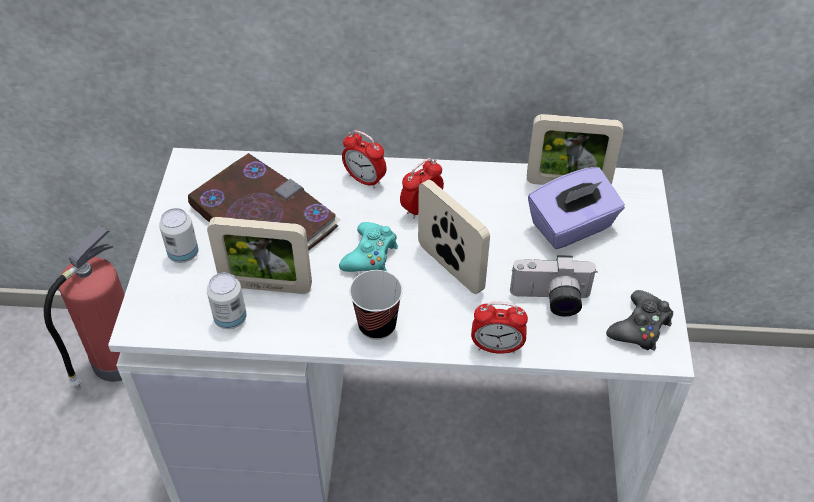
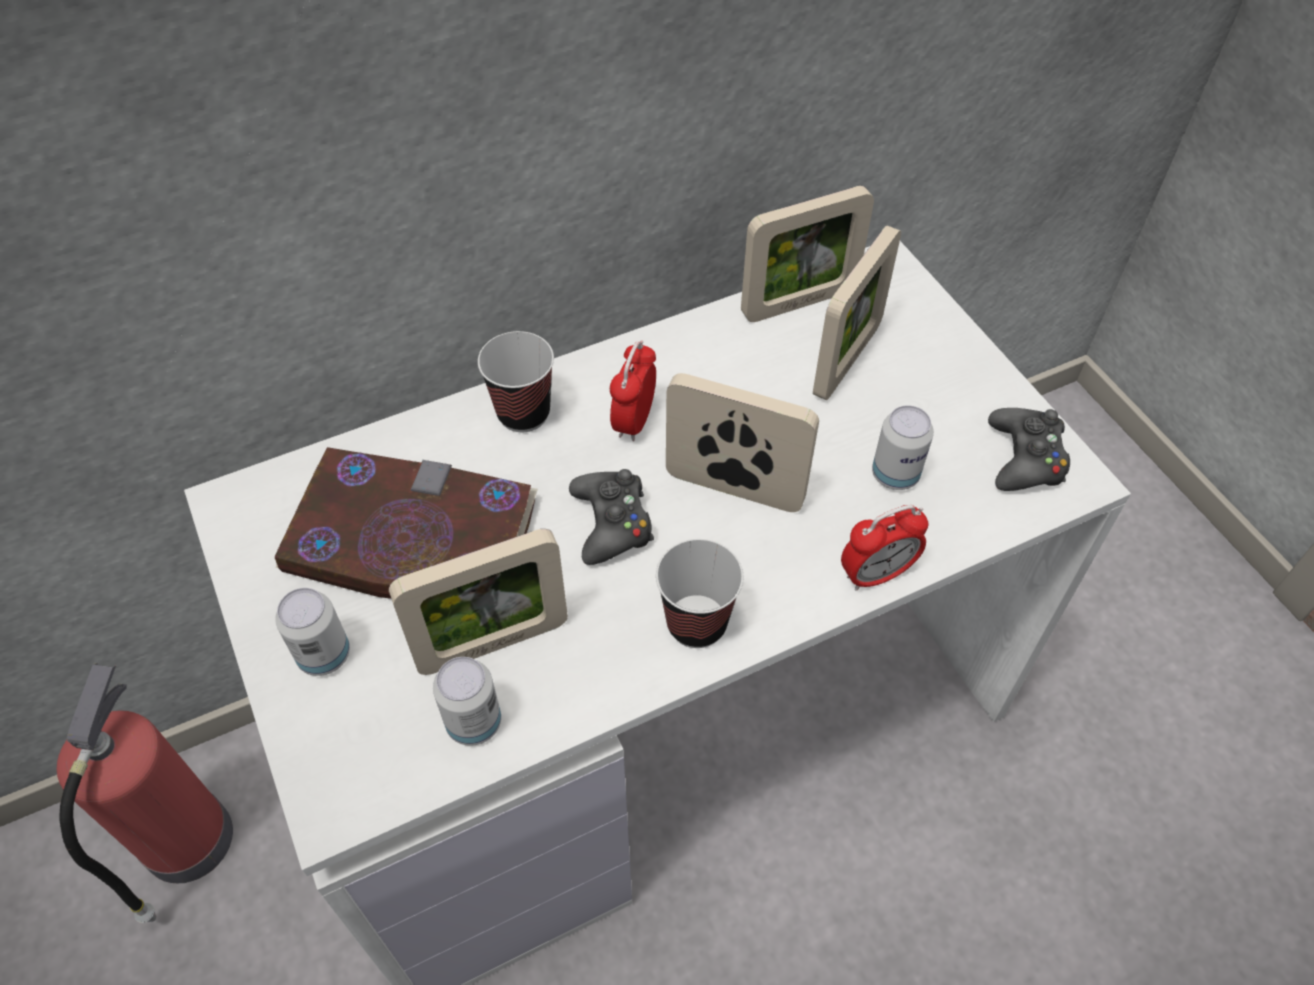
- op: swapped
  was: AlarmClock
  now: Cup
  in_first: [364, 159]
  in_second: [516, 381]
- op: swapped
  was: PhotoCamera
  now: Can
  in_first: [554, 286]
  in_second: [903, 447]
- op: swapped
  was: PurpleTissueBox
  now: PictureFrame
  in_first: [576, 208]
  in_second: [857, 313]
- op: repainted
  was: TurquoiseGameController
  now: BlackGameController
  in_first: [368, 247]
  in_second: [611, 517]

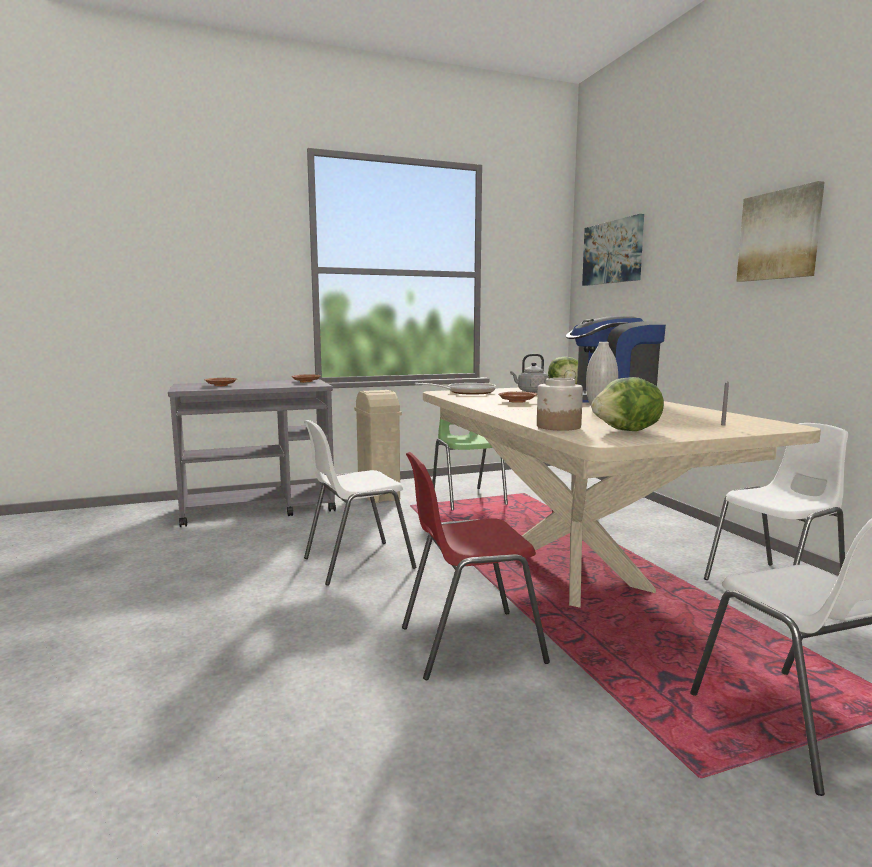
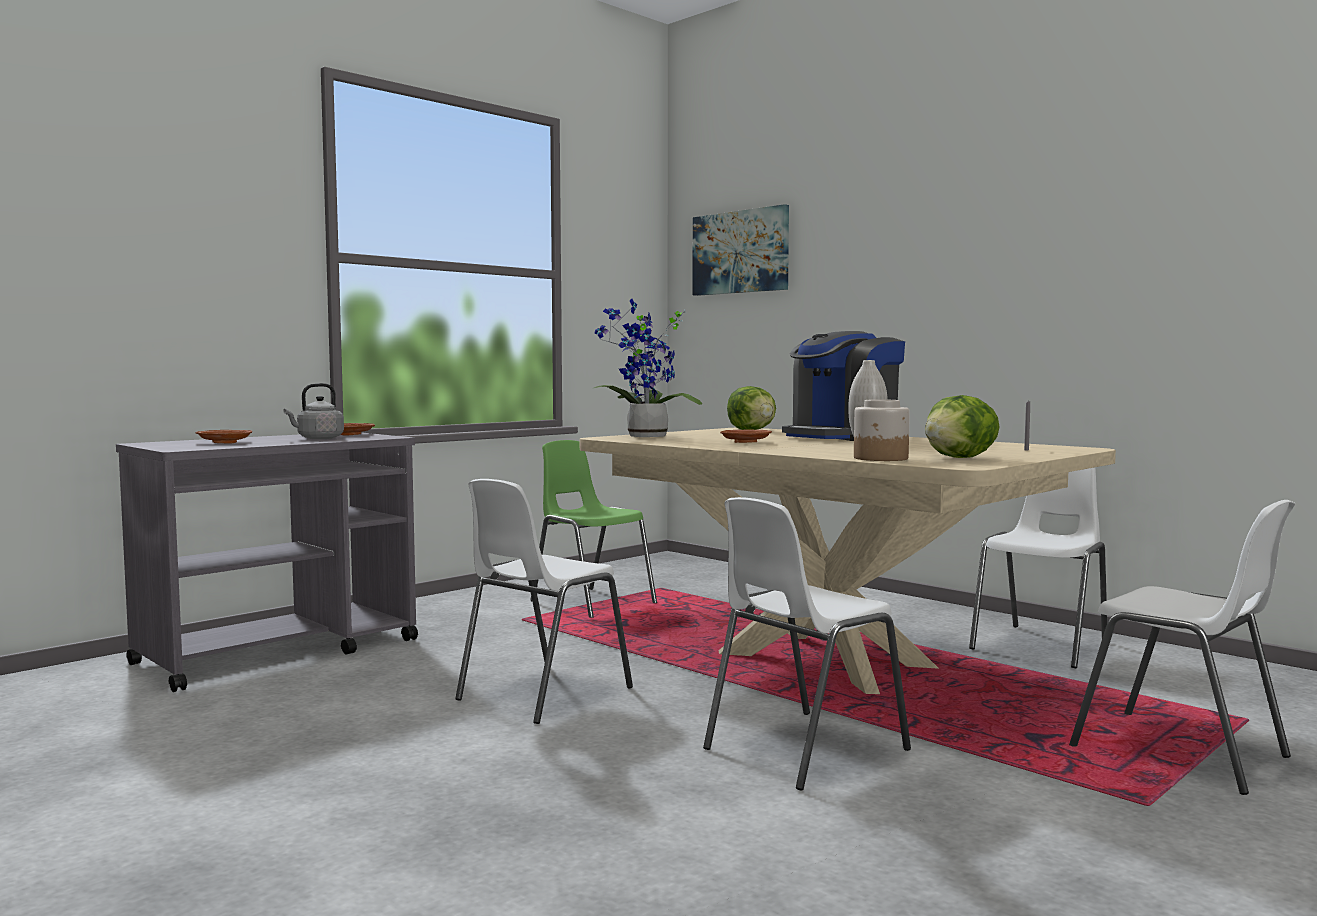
- op: gone
  was: BeigeTrashCan
  in_first: [378, 446]
- op: gone
  was: Picture
  in_first: [780, 231]
- op: shifted
  was: GreyKettle
  in_first: [529, 373]
  in_second: [313, 411]
- op: swapped
  was: FryingPan
  now: PottedPlant
  in_first: [455, 389]
  in_second: [647, 368]
- op: repainted
  was: RedChair
  now: WhiteChair
  in_first: [476, 566]
  in_second: [807, 643]

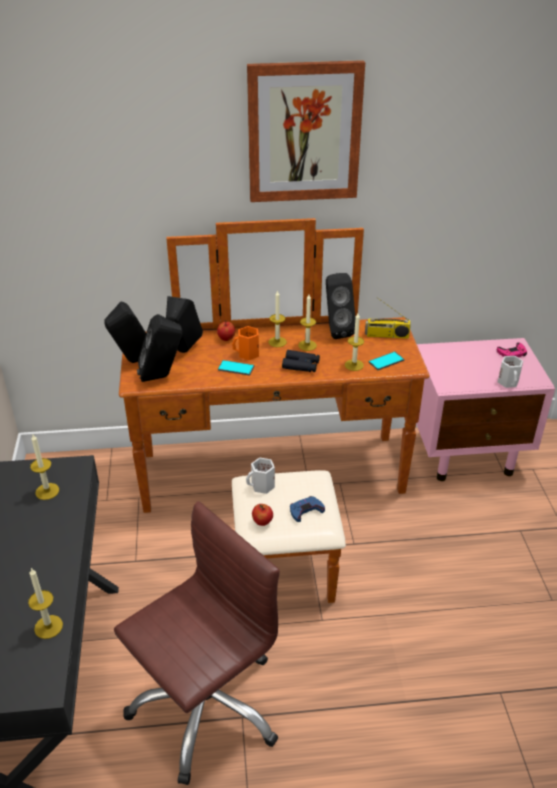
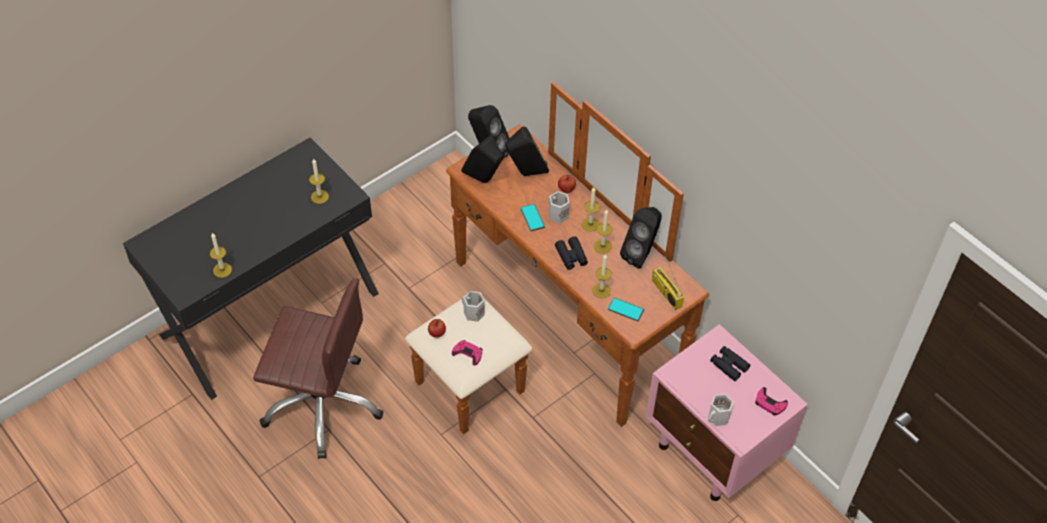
- op: gone
  was: Picture
  in_first: [306, 131]
- op: new
  now: BlackBinoculars
  in_second: [730, 363]
- op: repainted
  was: OrangeMug
  now: WhiteMug
  in_first: [245, 343]
  in_second: [559, 207]
- op: repainted
  was: BlueGameController
  now: PinkGameController
  in_first: [307, 509]
  in_second: [467, 352]

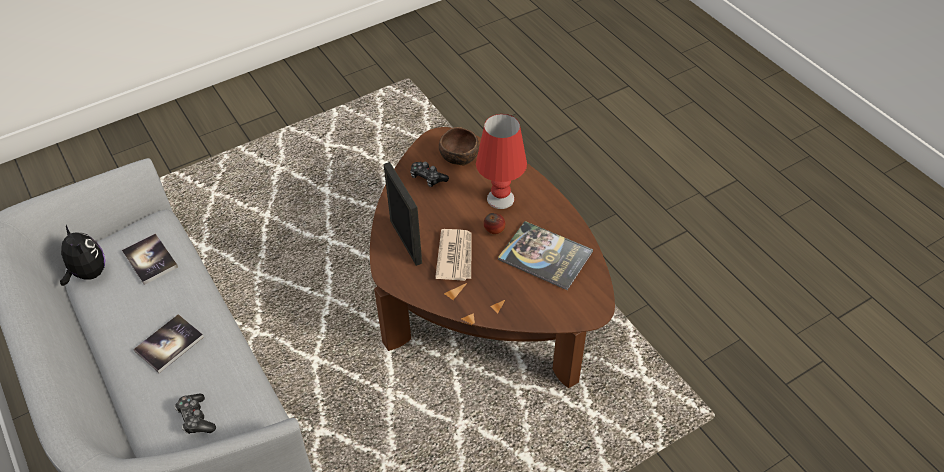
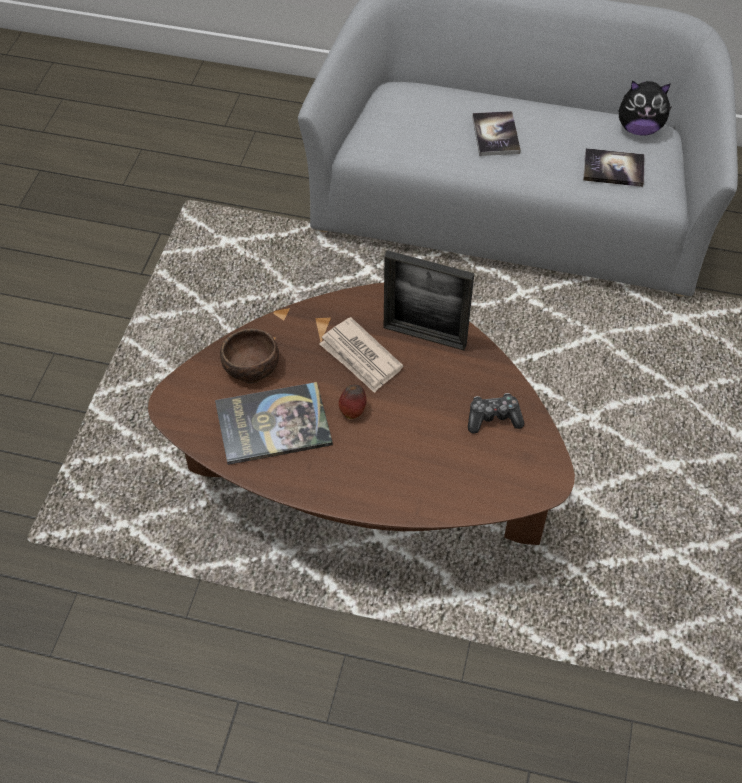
- op: gone
  was: GameController
  in_first: [195, 414]
- op: gone
  was: RedTableLamp
  in_first: [501, 161]
- op: shifted
  was: BrownBowl
  in_first: [459, 146]
  in_second: [249, 356]

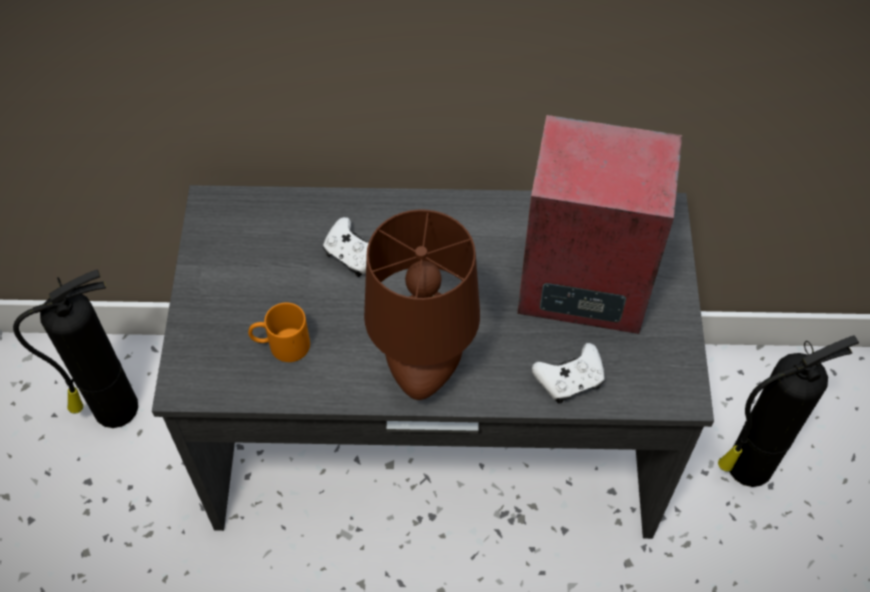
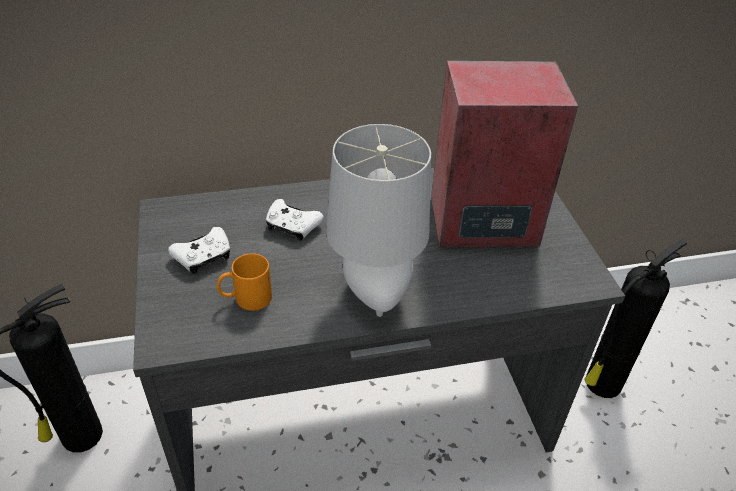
- op: shifted
  was: WhiteGameController
  in_first: [568, 373]
  in_second: [199, 250]
- op: repainted
  was: BrownTableLamp
  now: GreyTableLamp
  in_first: [422, 305]
  in_second: [378, 220]

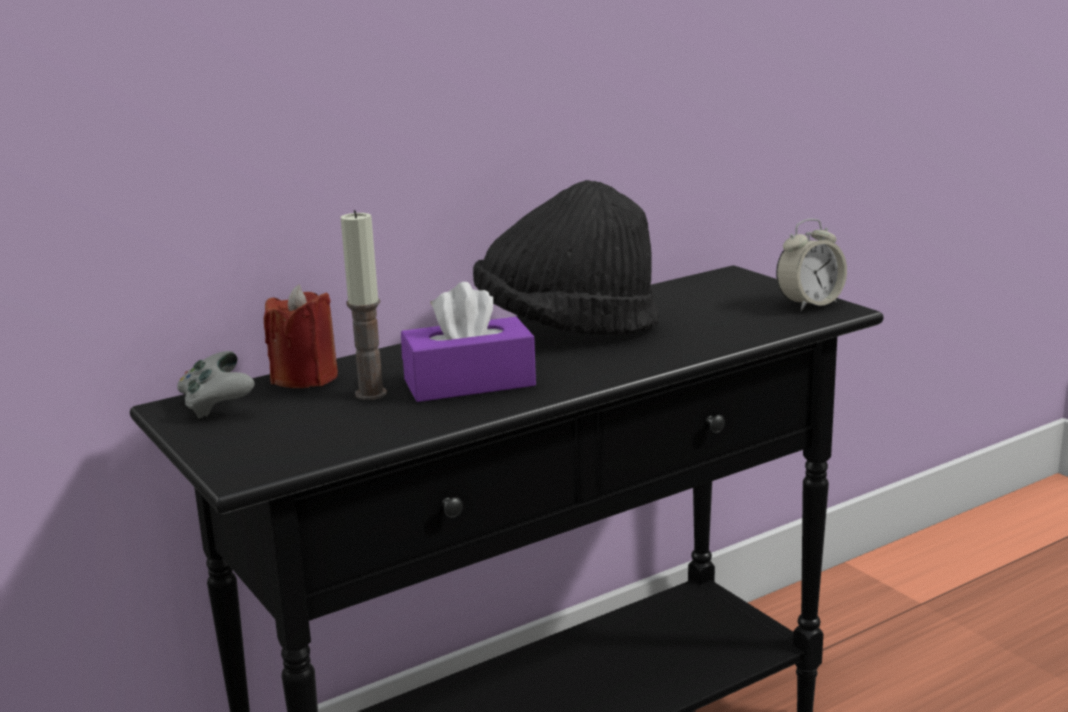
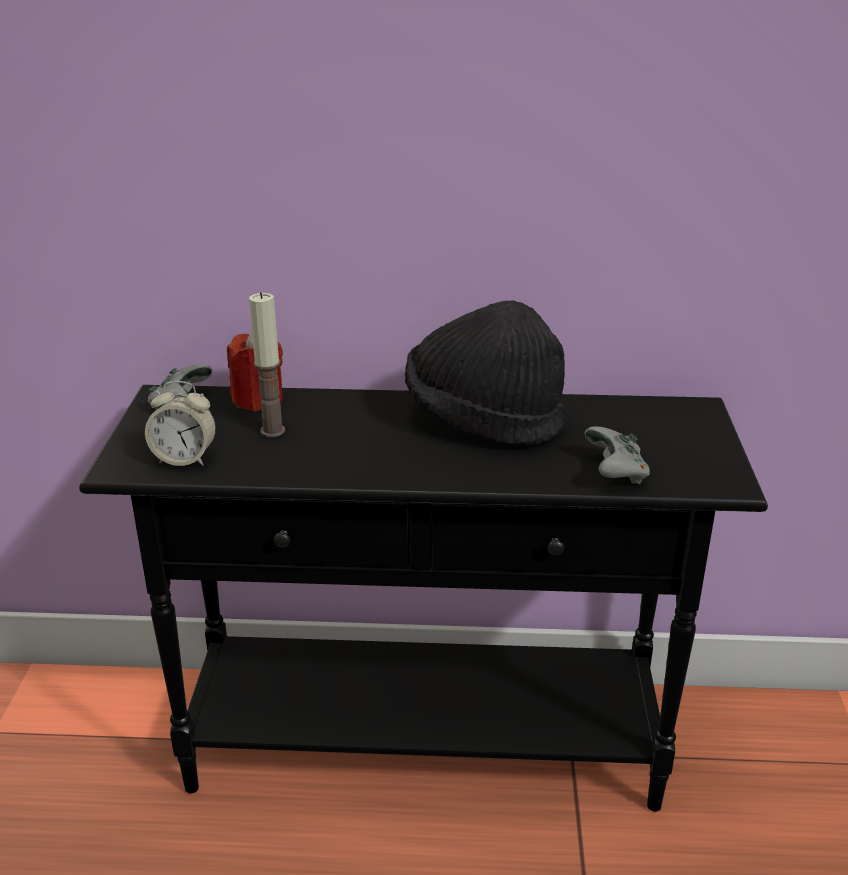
- op: gone
  was: PurpleTissueBox
  in_first: [468, 342]
- op: new
  now: GreyGameController
  in_second: [617, 455]
- op: shifted
  was: AlarmClock
  in_first: [811, 265]
  in_second: [180, 423]

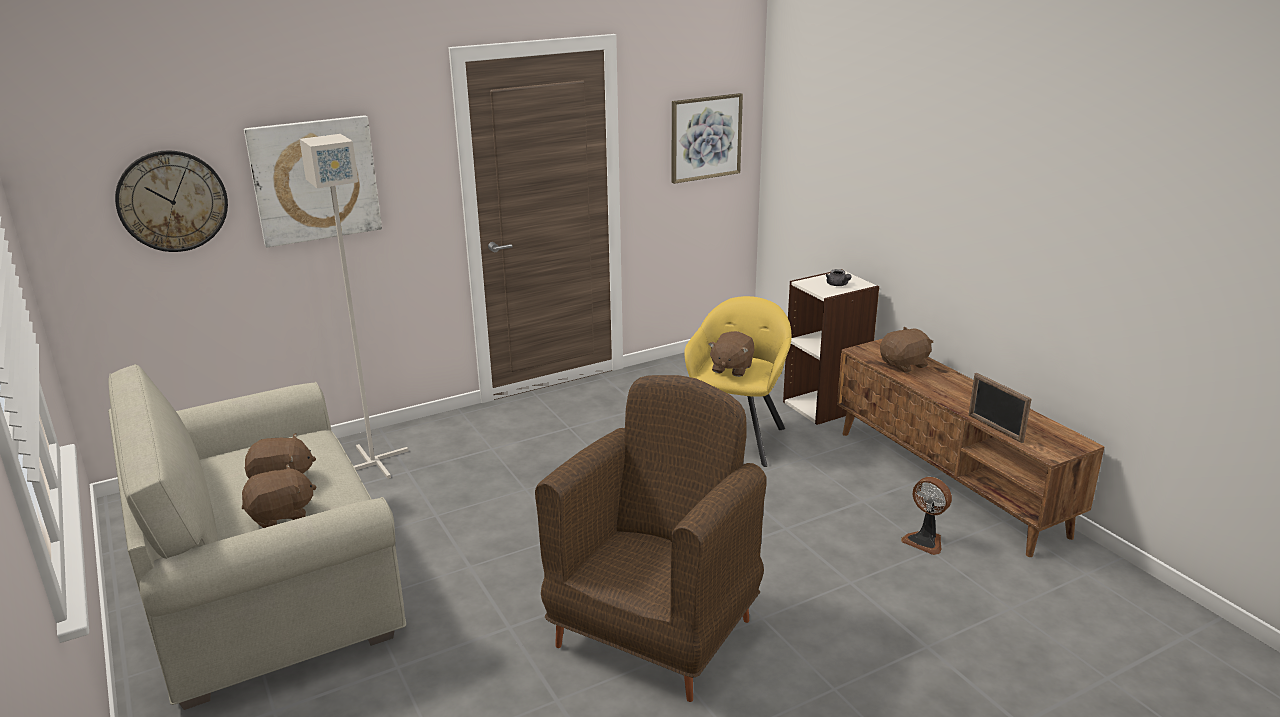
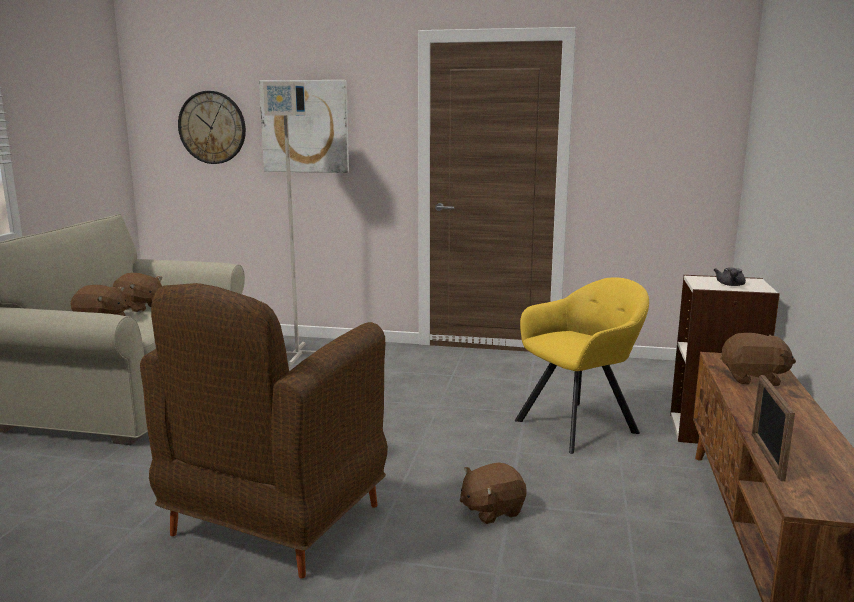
- op: gone
  was: Picture
  in_first: [707, 138]
- op: gone
  was: Fan
  in_first: [926, 516]
- op: shifted
  was: BrownPlushToy
  in_first: [732, 354]
  in_second: [493, 493]
- op: rotated
  was: BrownArmchair
  in_first: [651, 538]
  in_second: [264, 431]
  clockwise: 135

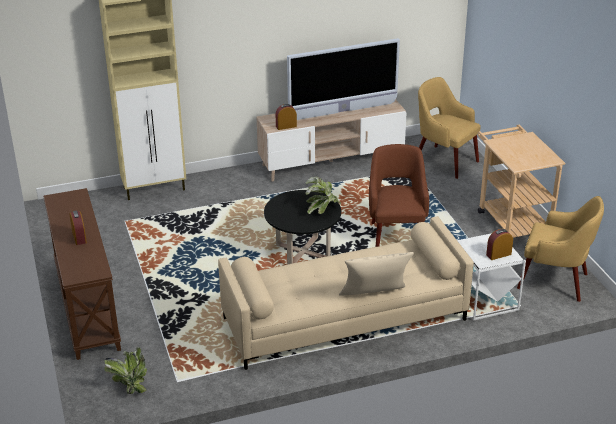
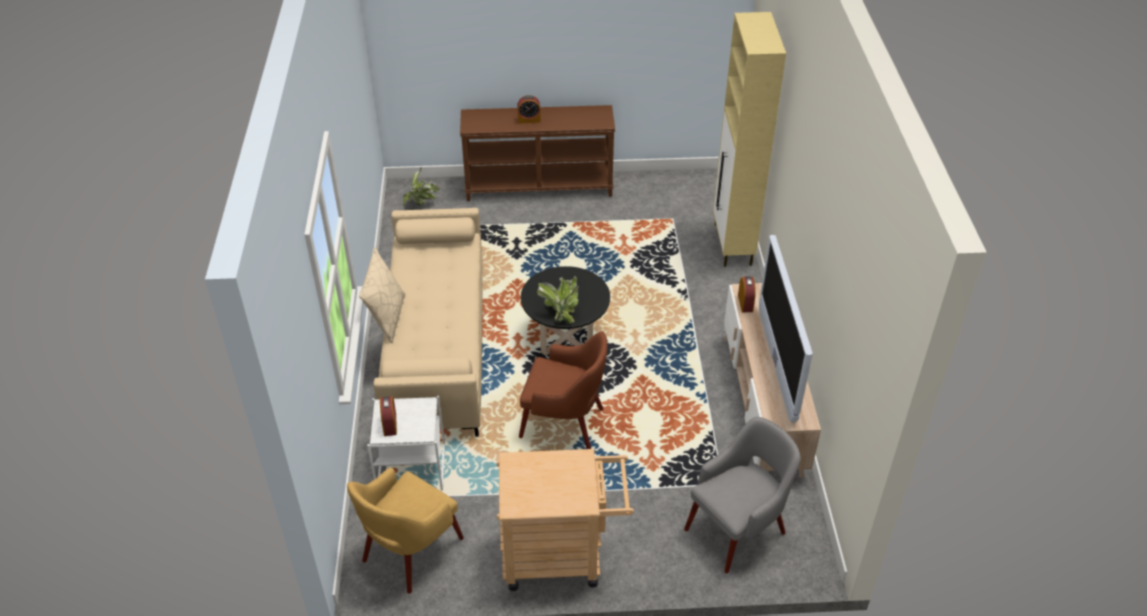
- op: repainted
  was: YellowArmchair
  now: GreyArmchair
  in_first: [449, 128]
  in_second: [742, 495]

